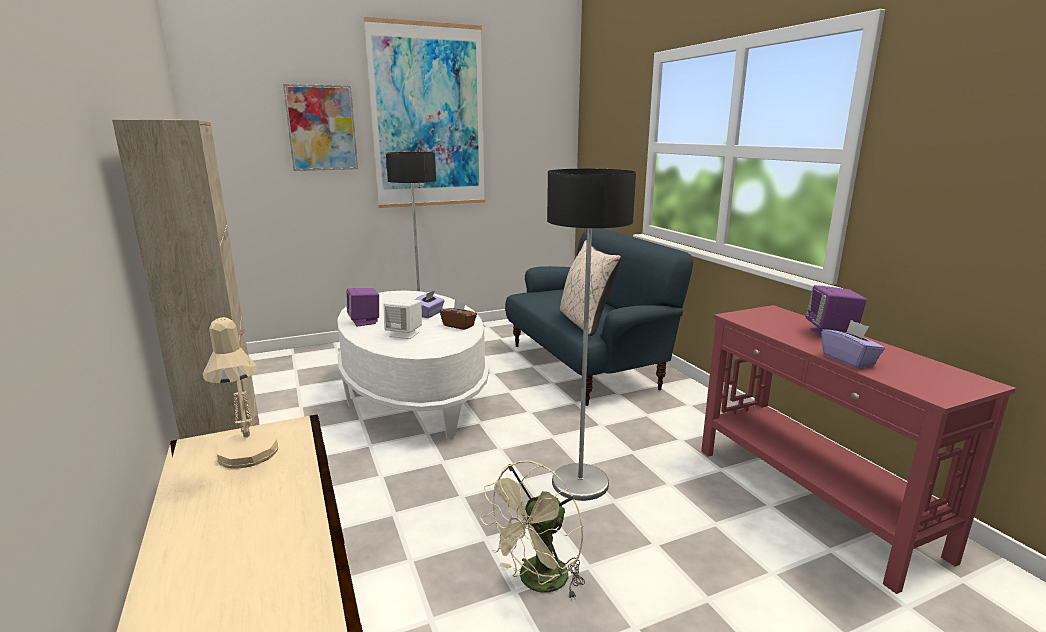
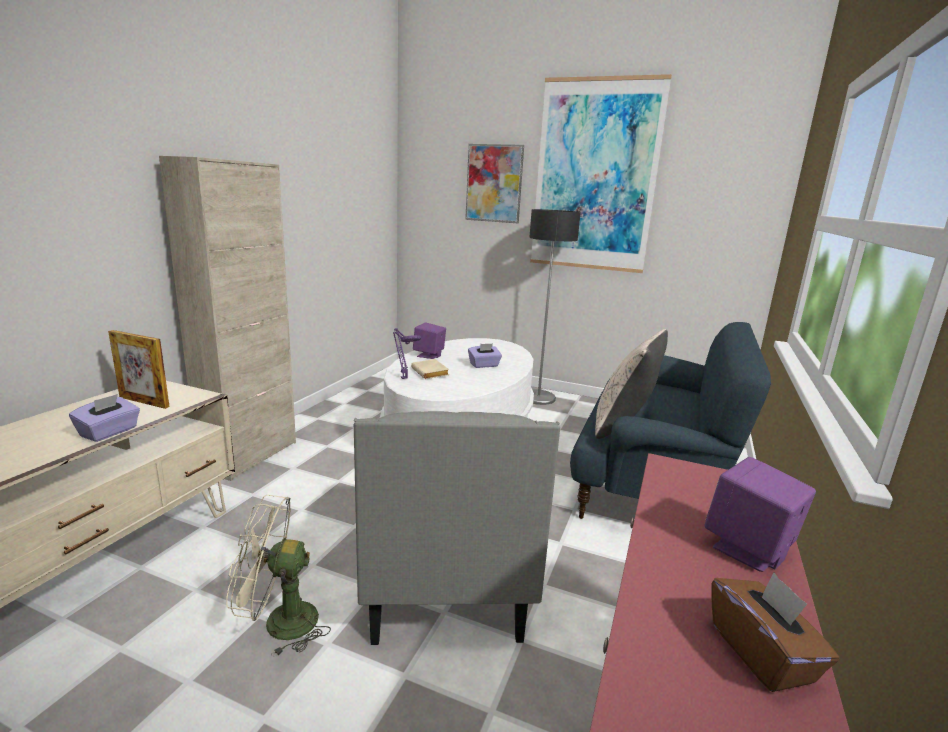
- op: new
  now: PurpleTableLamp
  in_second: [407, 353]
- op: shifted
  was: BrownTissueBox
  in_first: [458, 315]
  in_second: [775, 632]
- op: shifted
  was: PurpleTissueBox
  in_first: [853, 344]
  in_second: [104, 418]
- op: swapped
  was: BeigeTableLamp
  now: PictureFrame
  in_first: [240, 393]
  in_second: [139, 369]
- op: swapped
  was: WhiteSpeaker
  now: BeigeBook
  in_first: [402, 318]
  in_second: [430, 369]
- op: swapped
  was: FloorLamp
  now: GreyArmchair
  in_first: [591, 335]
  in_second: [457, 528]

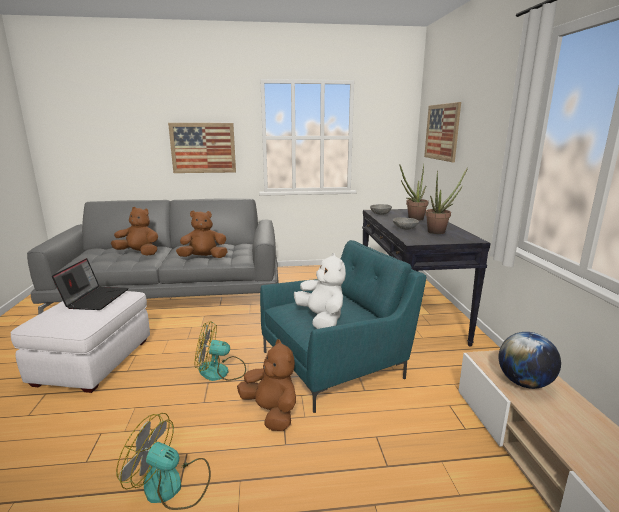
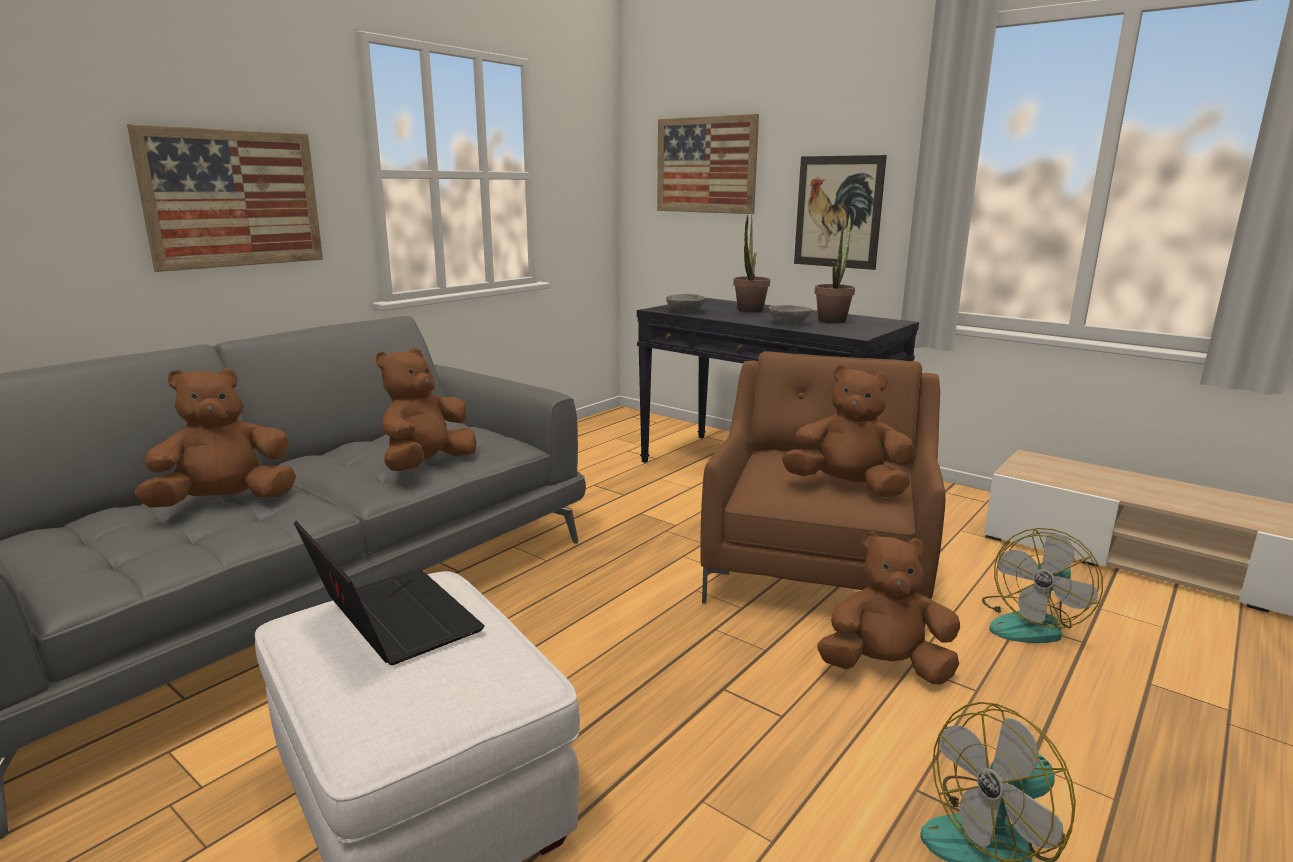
- op: gone
  was: Globe
  in_first: [530, 360]
- op: new
  now: Picture
  in_second: [840, 212]
- op: shifted
  was: Fan
  in_first: [220, 351]
  in_second: [1042, 585]
- op: repainted
  was: TurquoiseArmchair
  now: BrownArmchair
  in_first: [343, 326]
  in_second: [823, 490]
- op: repainted
  was: WhitePlushToy
  now: BrownPlushToy
  in_first: [320, 291]
  in_second: [848, 431]

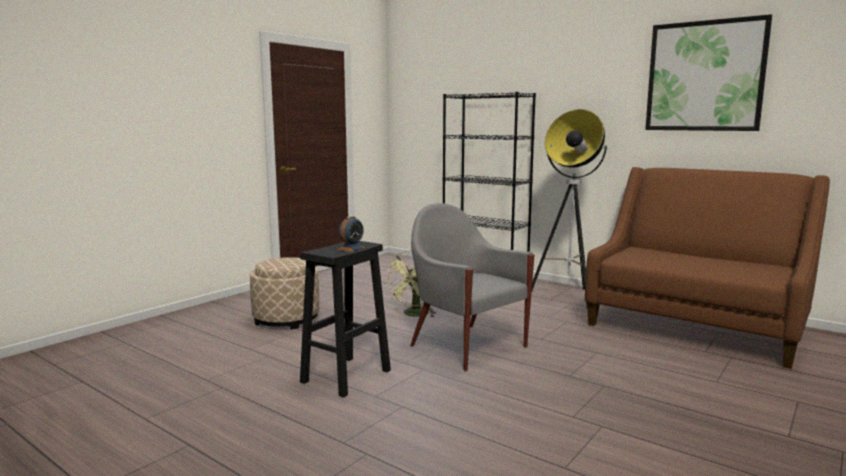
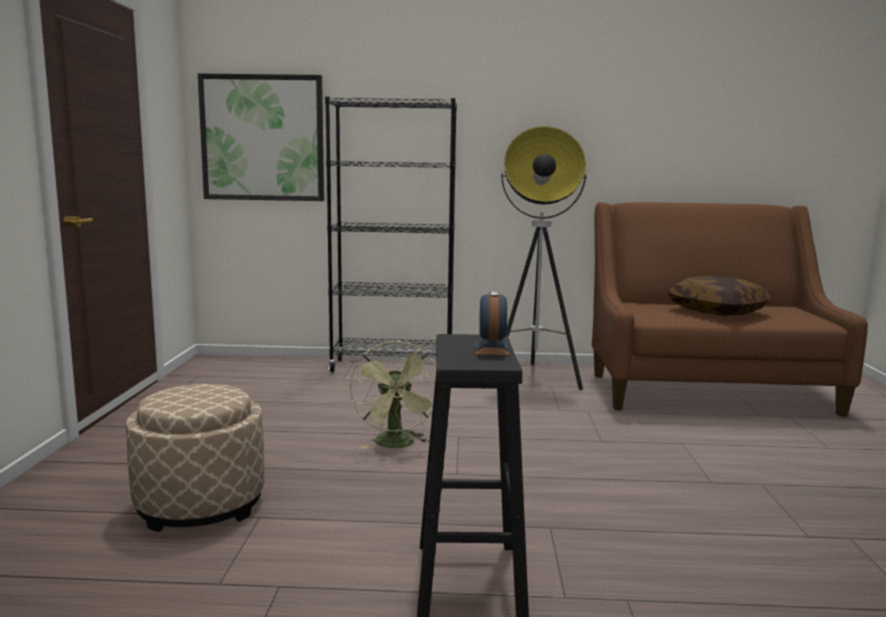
- op: gone
  was: GreyArmchair
  in_first: [472, 287]
- op: new
  now: Pillow
  in_second: [719, 296]
- op: shifted
  was: Picture
  in_first: [708, 72]
  in_second: [261, 137]

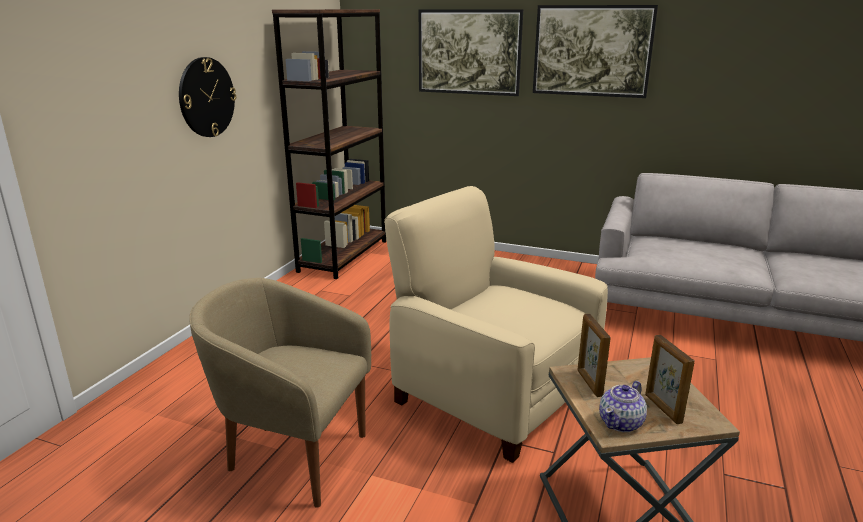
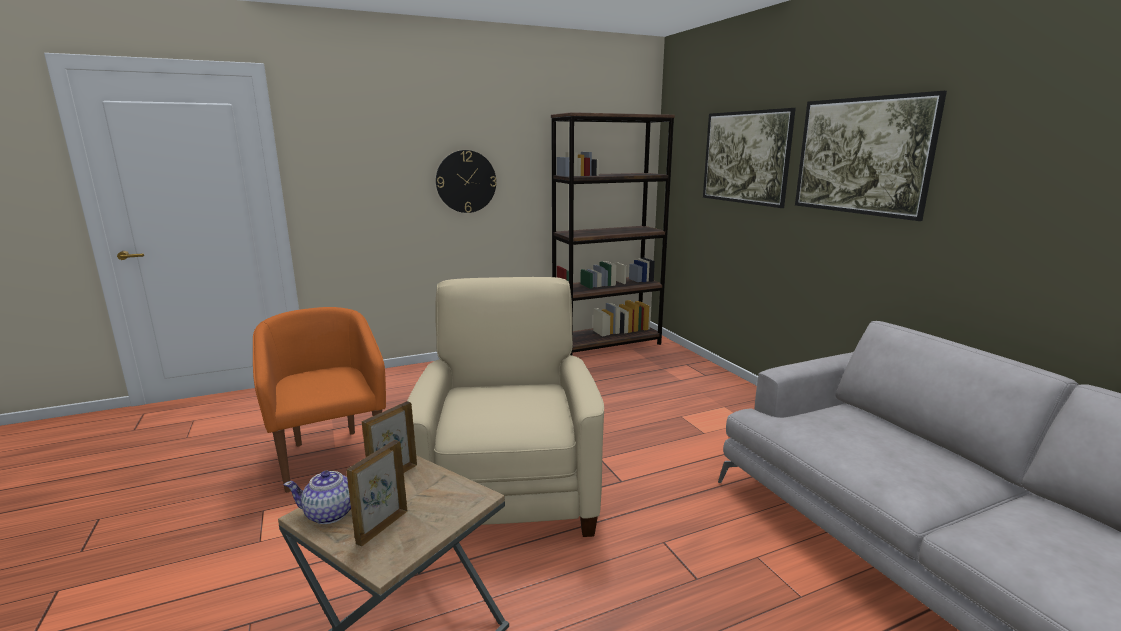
- op: repainted
  was: BeigeArmchair
  now: OrangeArmchair
  in_first: [280, 392]
  in_second: [319, 399]

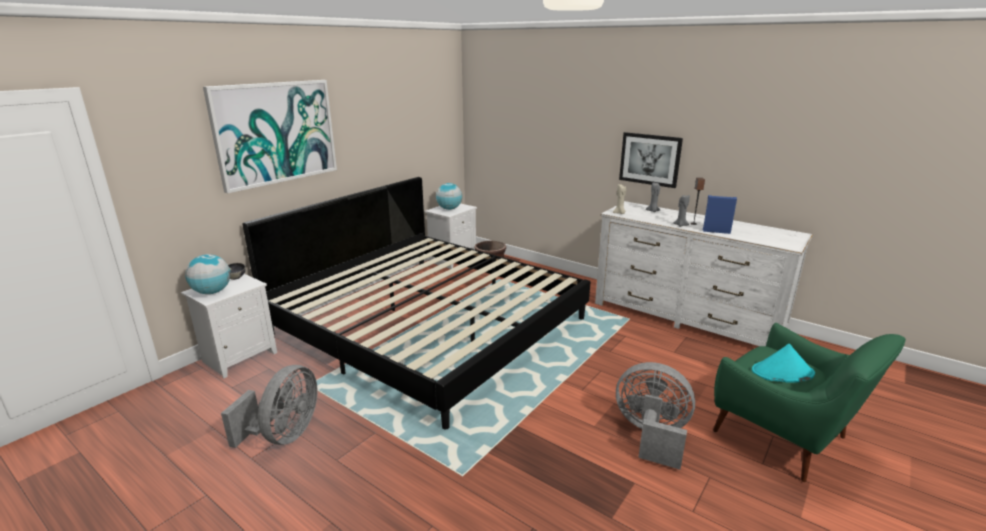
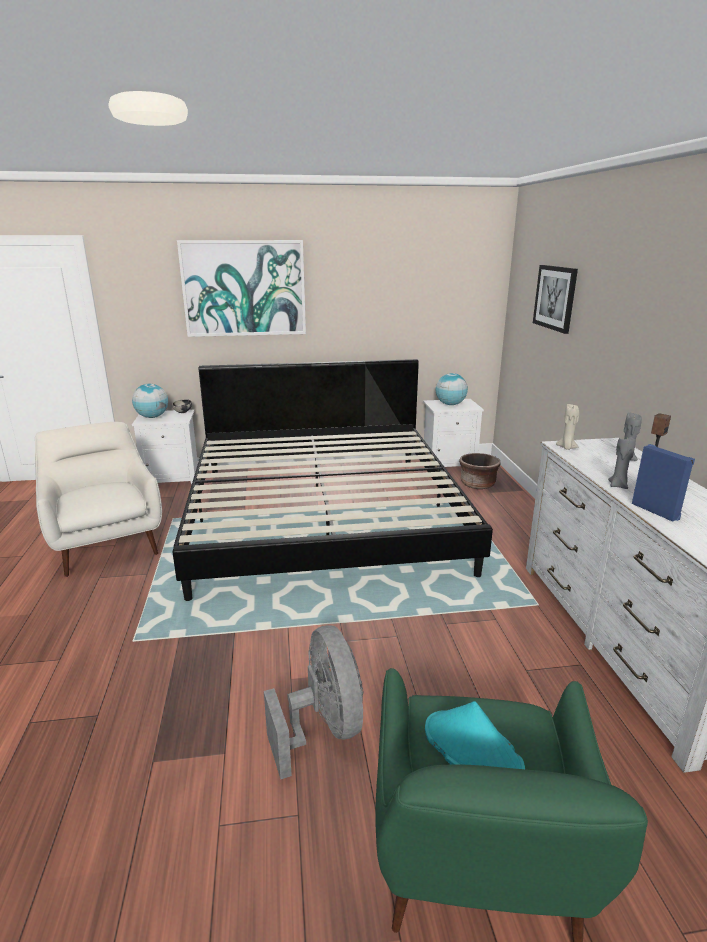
- op: shifted
  was: Picture
  in_first: [651, 160]
  in_second: [555, 299]
- op: swapped
  was: GreyFan
  now: WhiteArmchair
  in_first: [269, 406]
  in_second: [98, 499]

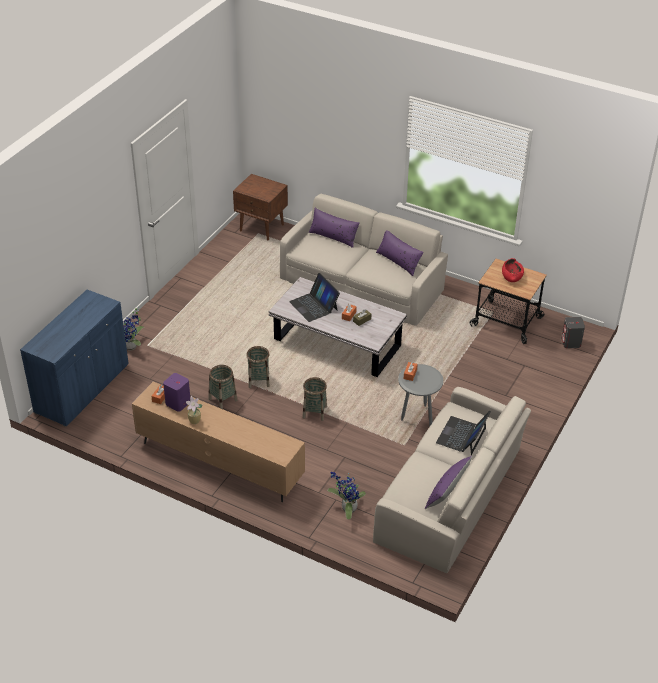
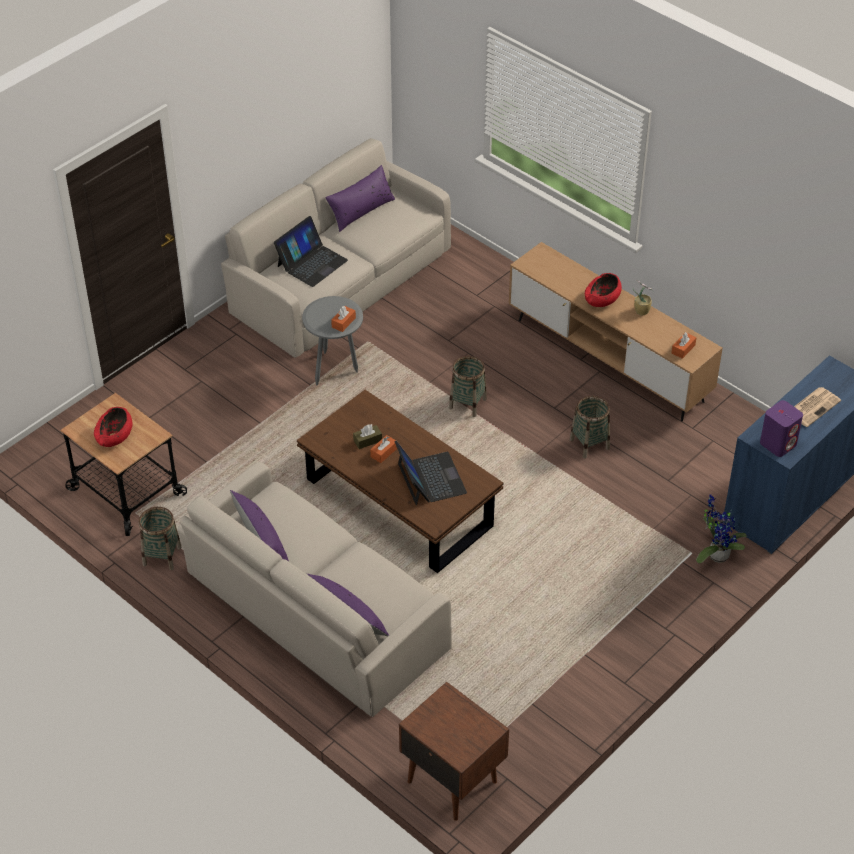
- op: gone
  was: PottedPlant
  in_first: [346, 495]
- op: gone
  was: GreySpeaker
  in_first: [573, 332]
- op: new
  now: RedBowl
  in_second: [603, 290]
- op: new
  now: Newspaper
  in_second: [817, 407]
- op: shifted
  was: PurpleSpeaker
  in_first: [176, 392]
  in_second: [781, 428]
- op: shifted
  was: Basket
  in_first: [258, 367]
  in_second: [160, 538]
- op: repainted
  was: WhiteCoffeeTable
  now: BrownCoffeeTable
  in_first: [338, 327]
  in_second: [400, 481]

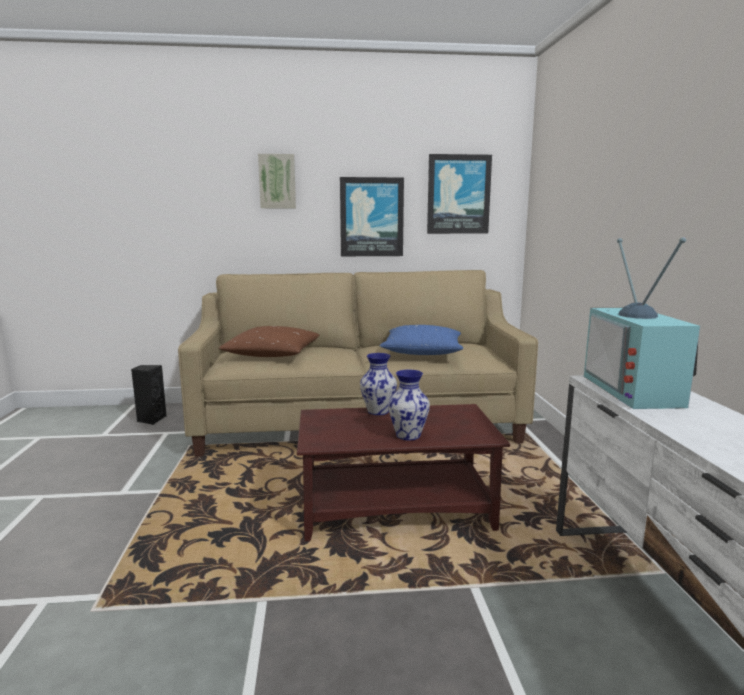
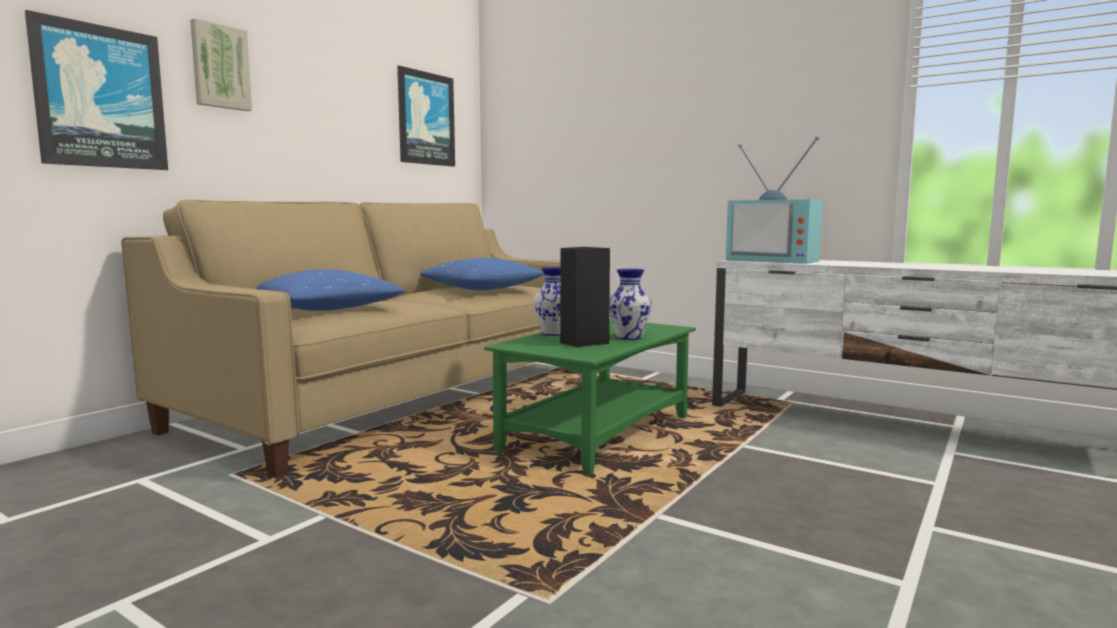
- op: shifted
  was: BlackSpeaker
  in_first: [149, 395]
  in_second: [585, 297]
- op: shifted
  was: Picture
  in_first: [372, 216]
  in_second: [96, 90]
- op: repainted
  was: BrownPillow
  now: BluePillow
  in_first: [269, 341]
  in_second: [331, 290]
- op: repainted
  was: BrownCoffeeTable
  now: GreenCoffeeTable
  in_first: [403, 472]
  in_second: [590, 397]

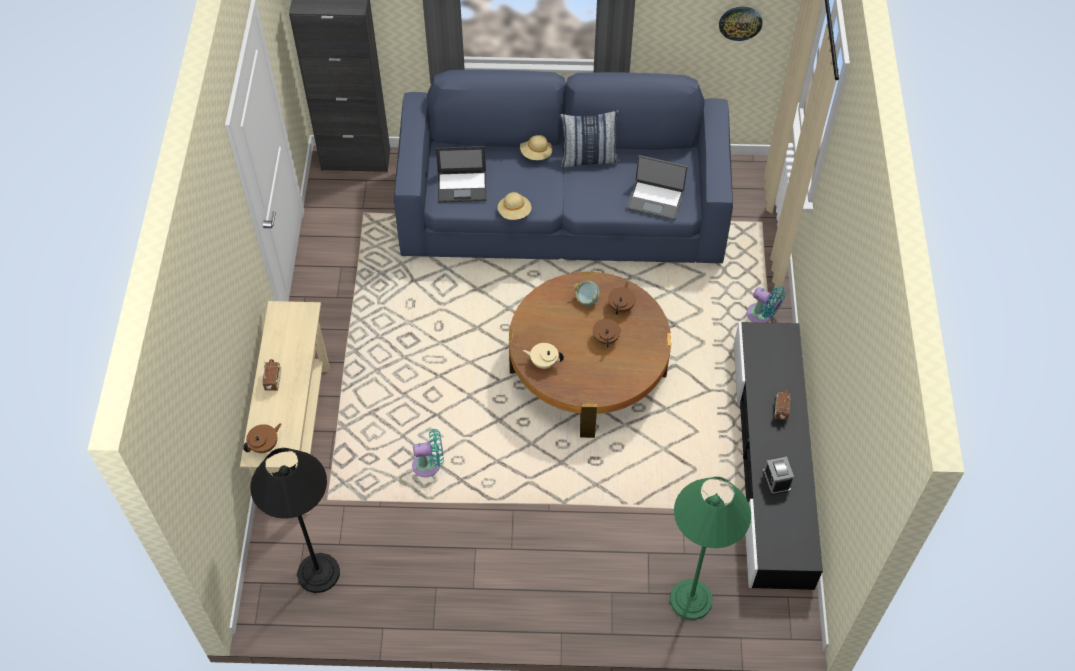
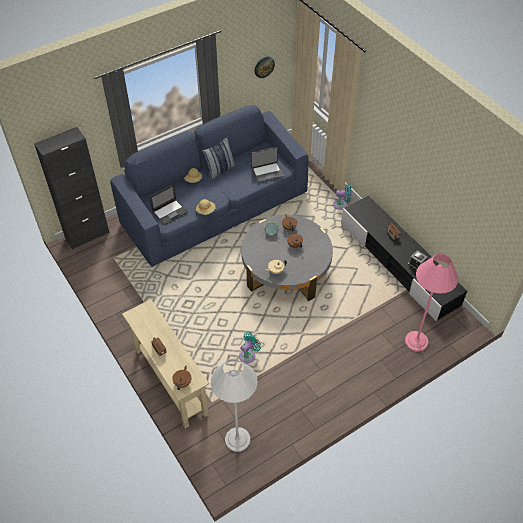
- op: repainted
  was: BlackFloorLamp
  now: WhiteFloorLamp
  in_first: [295, 520]
  in_second: [234, 405]
- op: repainted
  was: BrownCoffeeTable
  now: GreyCoffeeTable
  in_first: [590, 355]
  in_second: [287, 258]
- op: repainted
  was: GreenFloorLamp
  now: PinkFloorLamp
  in_first: [710, 548]
  in_second: [431, 303]

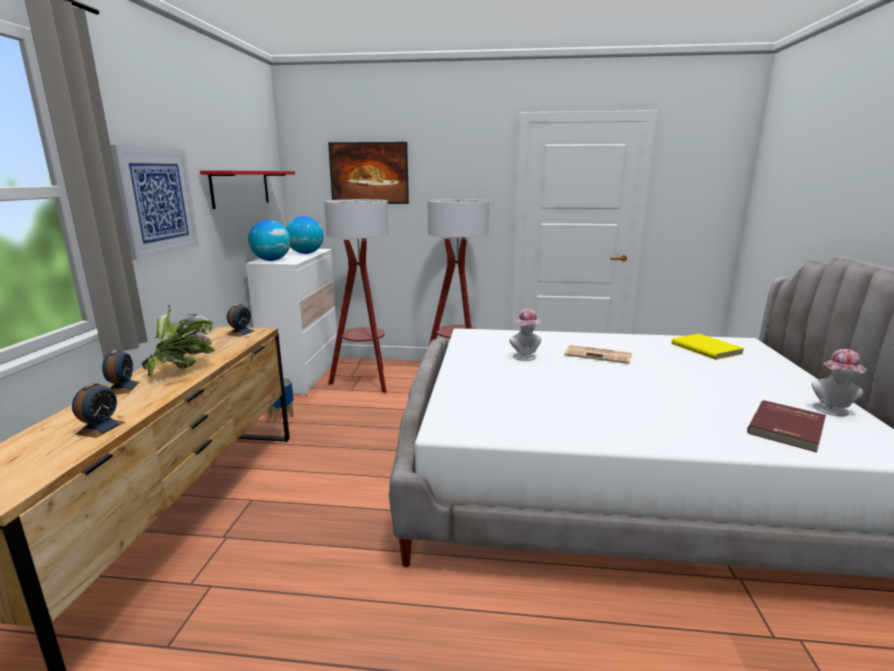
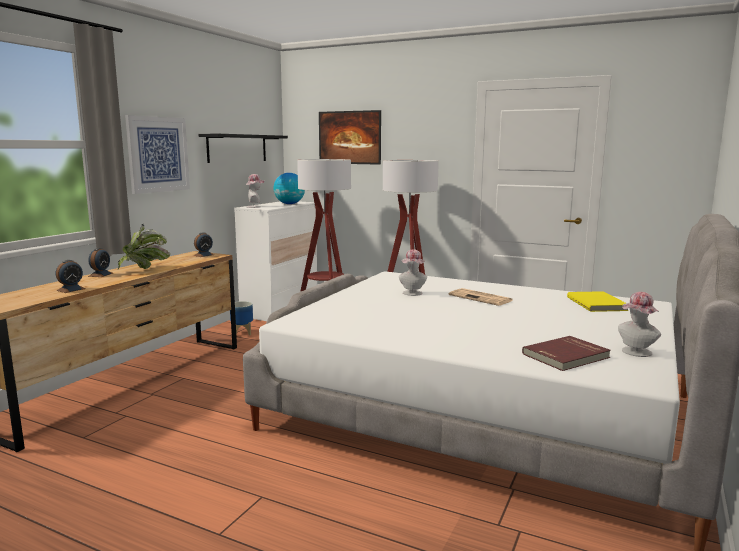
- op: swapped
  was: Globe
  now: Hat
  in_first: [269, 240]
  in_second: [255, 191]
- op: repainted
  was: RedShelf
  now: BlackShelf
  in_first: [247, 190]
  in_second: [243, 148]

